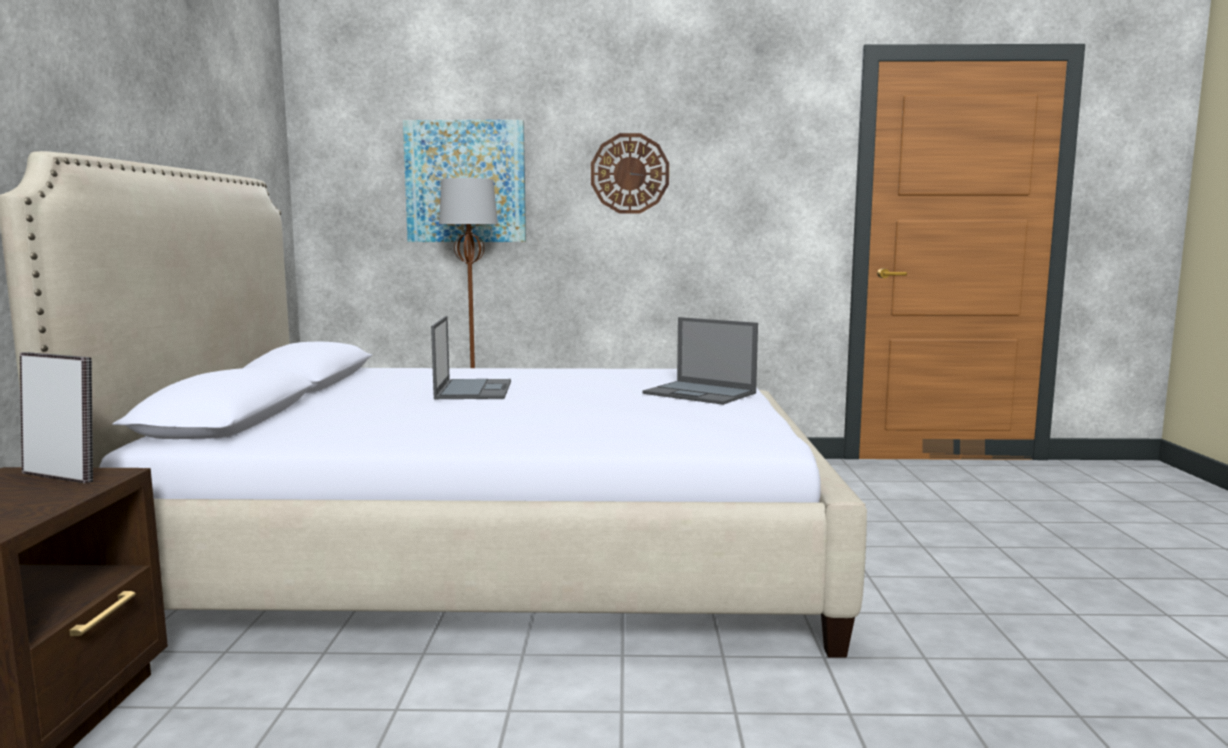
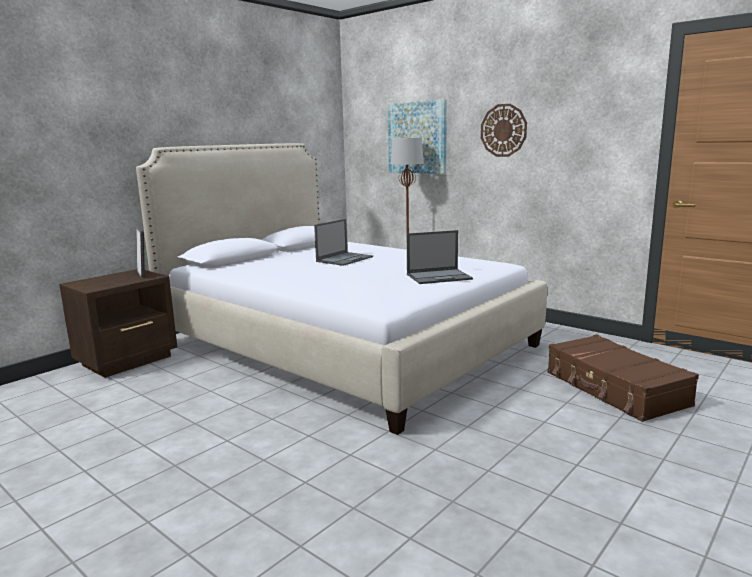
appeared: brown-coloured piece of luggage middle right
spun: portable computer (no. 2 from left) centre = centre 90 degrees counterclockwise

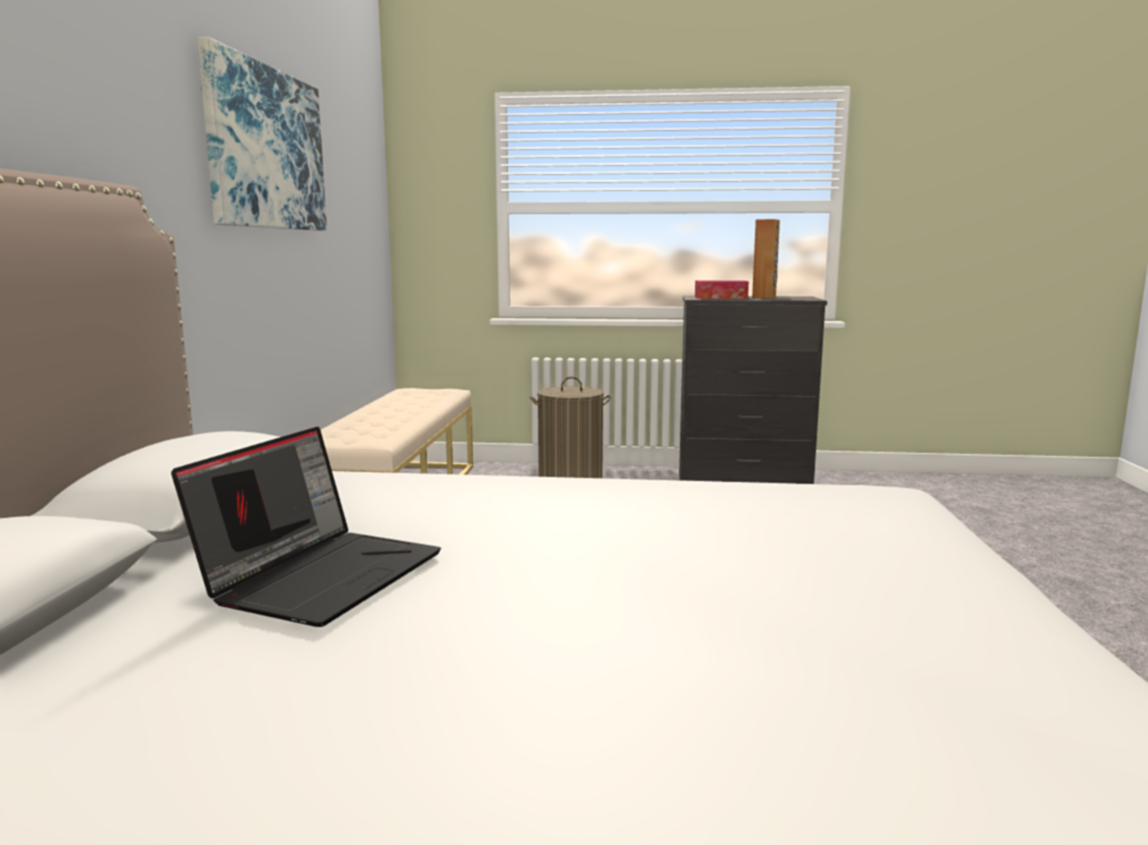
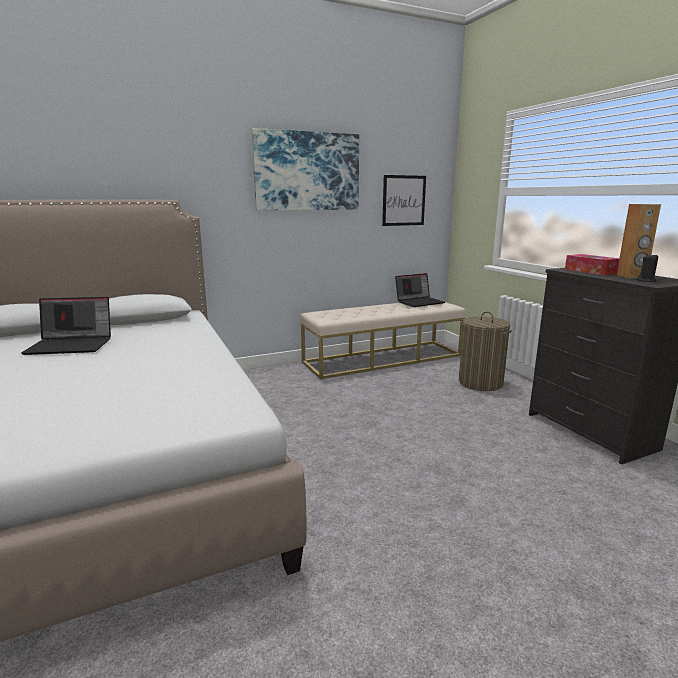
appeared: picture (no. 2 from left) top centre; blackish candle middle right; portable computer (no. 2 from left) centre

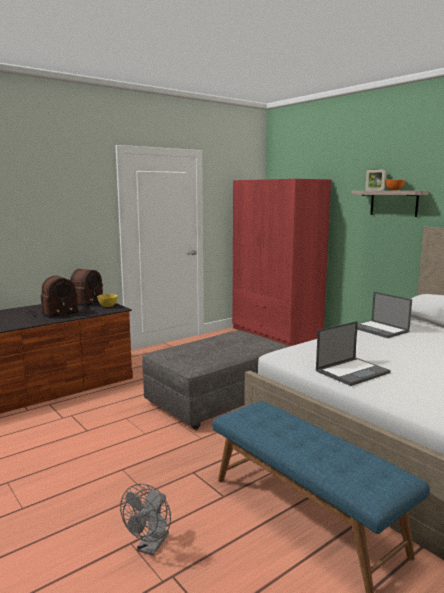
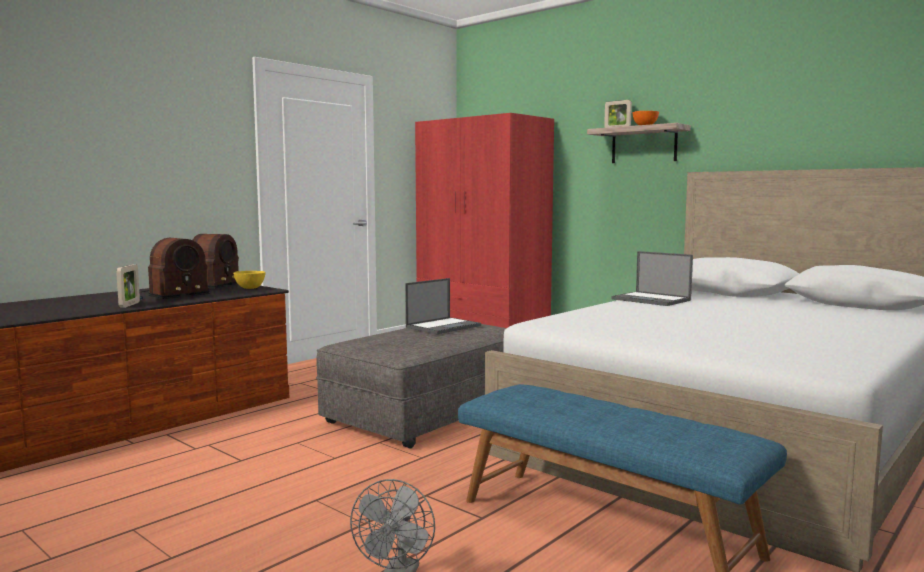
appeared: standing frame (no. 1 from left) middle left
relocated: portable computer (no. 1 from left) middle right to centre

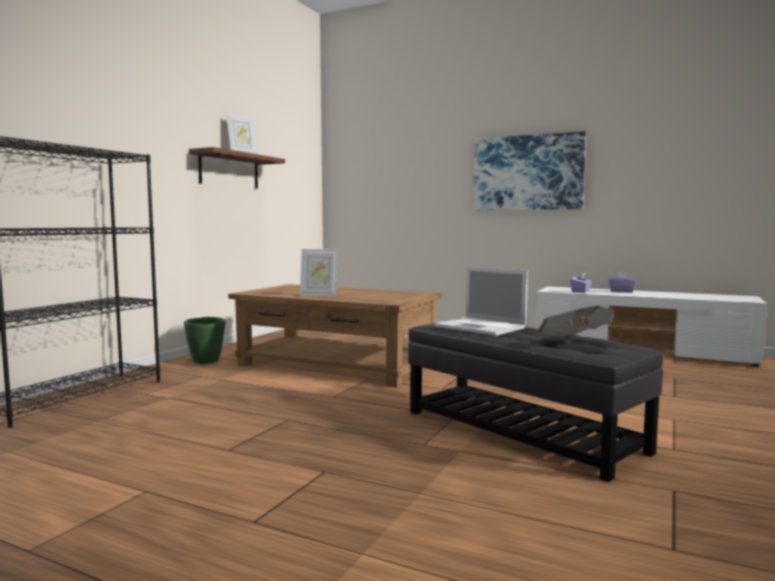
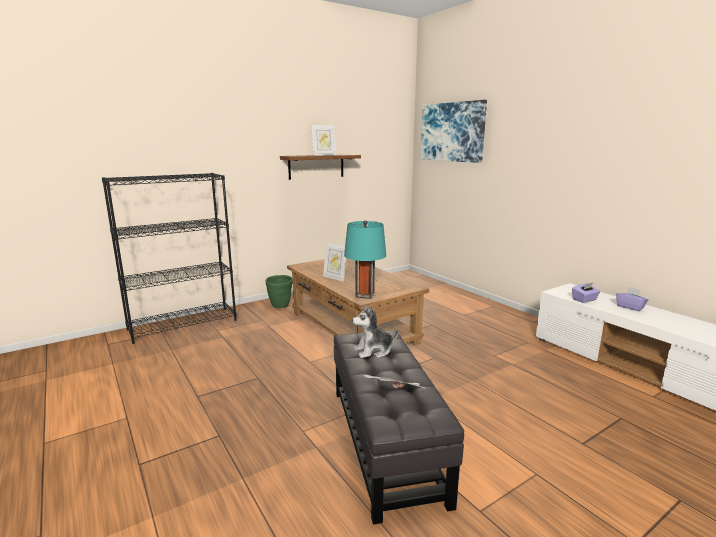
appeared: blue-green table lamp centre
relocated: picture top right to top centre
exchanged: portable computer centre to cuddly toy centre

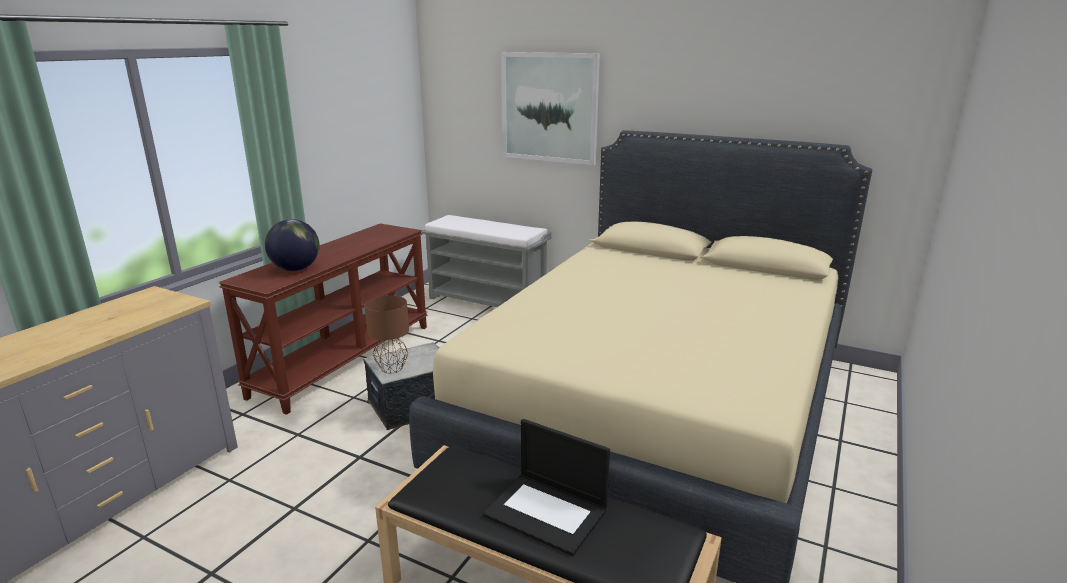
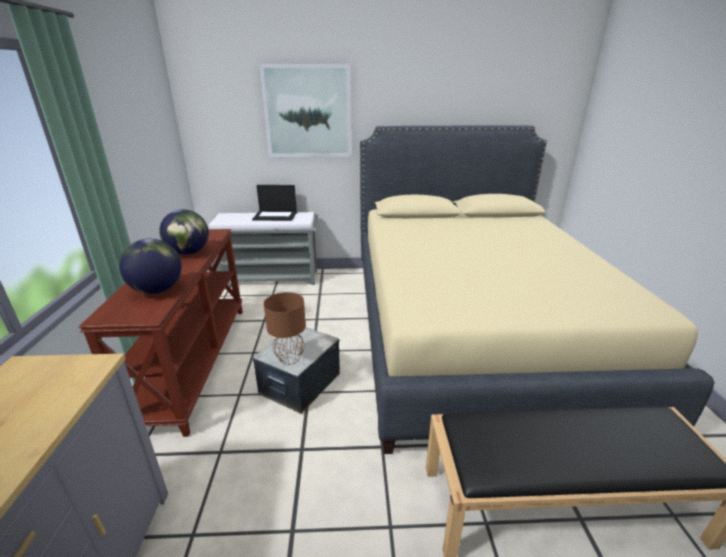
appeared: desk globe (no. 2 from left) middle left
relocated: portable computer bottom centre to centre

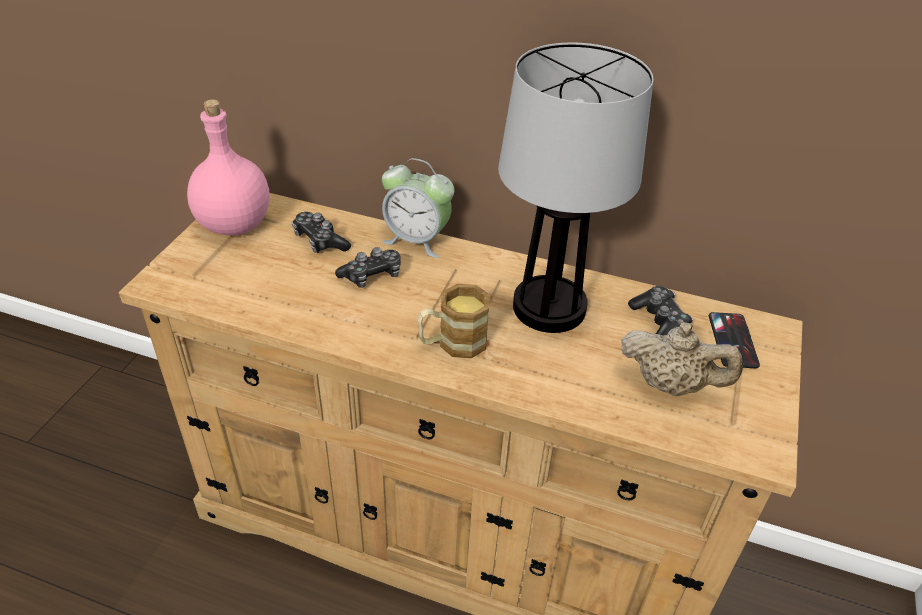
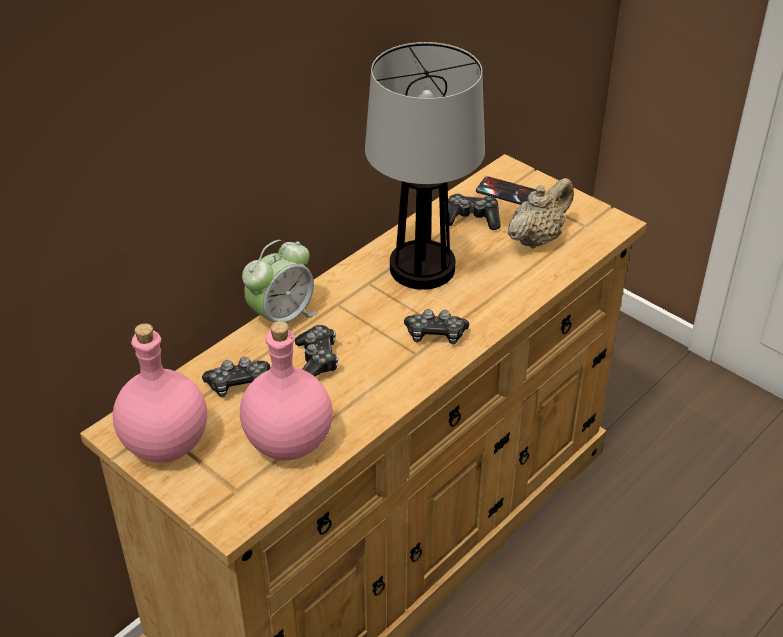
appeared: pink-coloured bottle (no. 2 from left) centre
exchanged: coffee mug centre to gamepad (no. 3 from left) centre

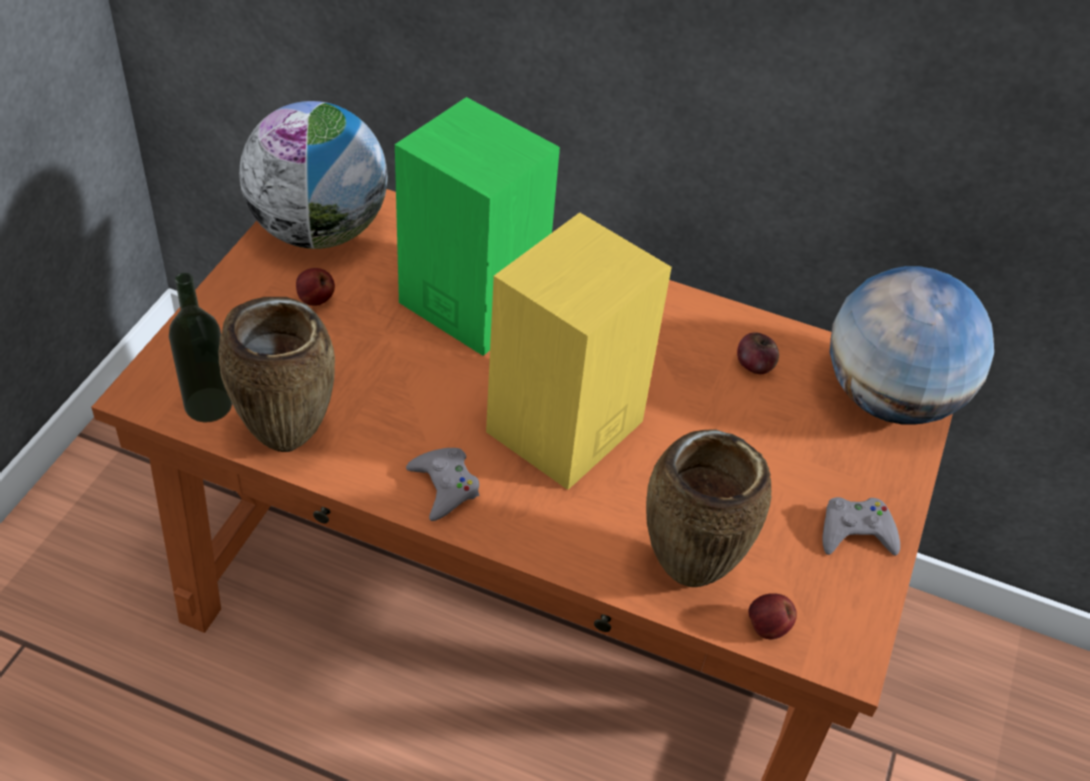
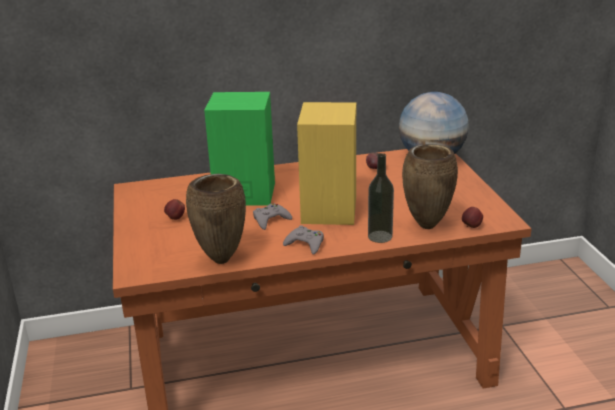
missing: desk globe (no. 1 from left) top left
relocated: bottle middle left to centre; gray gamepad (no. 2 from left in the first image) bottom right to gray gamepad (no. 1 from left) centre

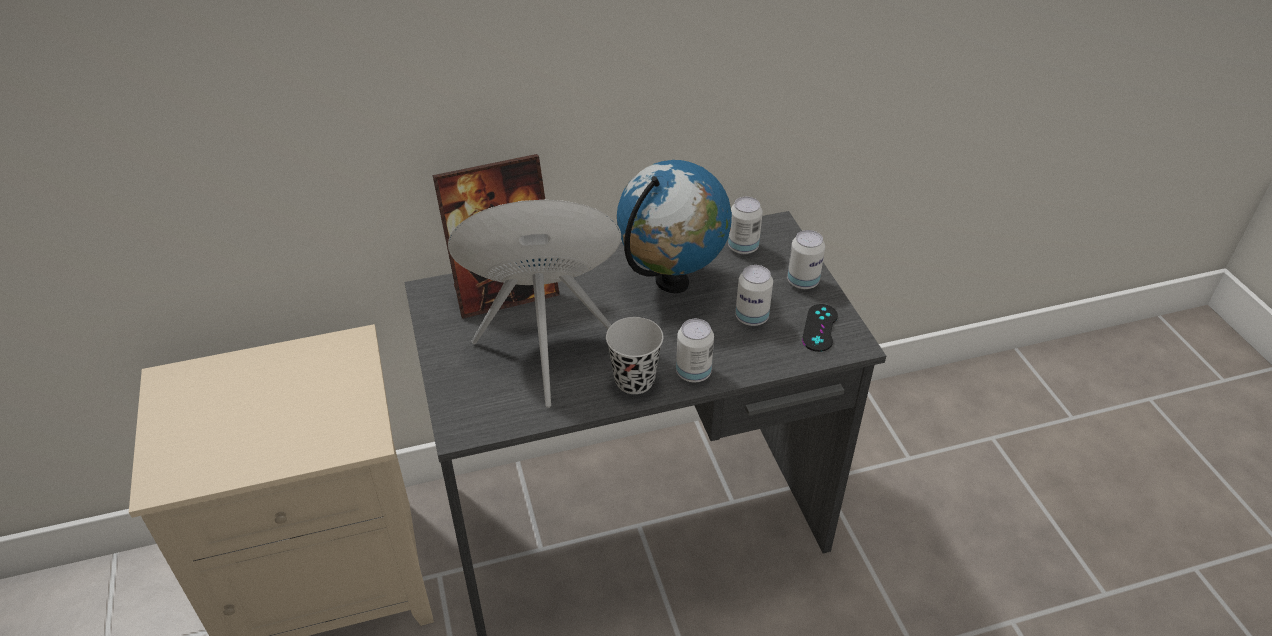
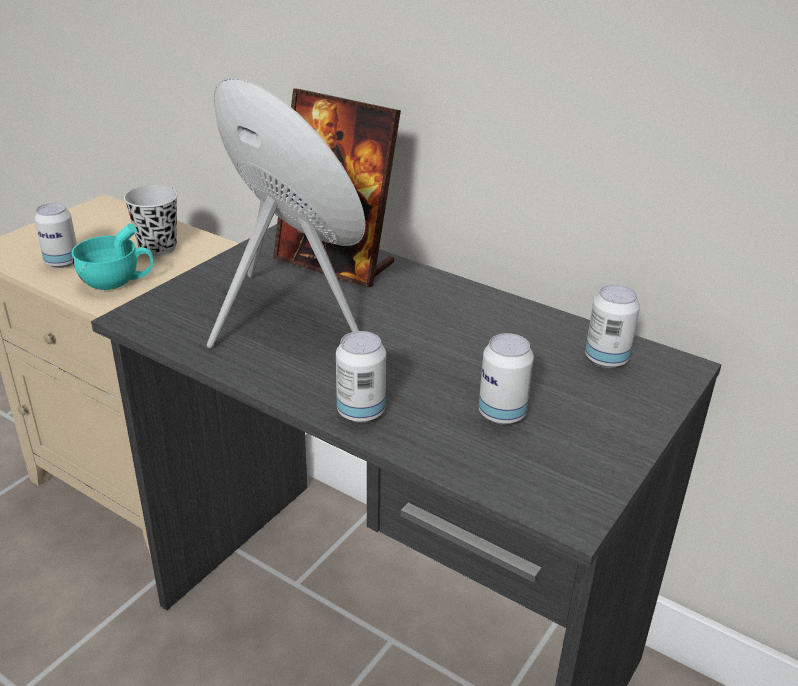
missing: desk globe centre; blackish gamepad centre
appeared: blue-green drinking cup middle left
relocated: sealed can (no. 4 from left in the first image) centre to sealed can (no. 1 from left) middle left; blackish drinking cup centre to top left

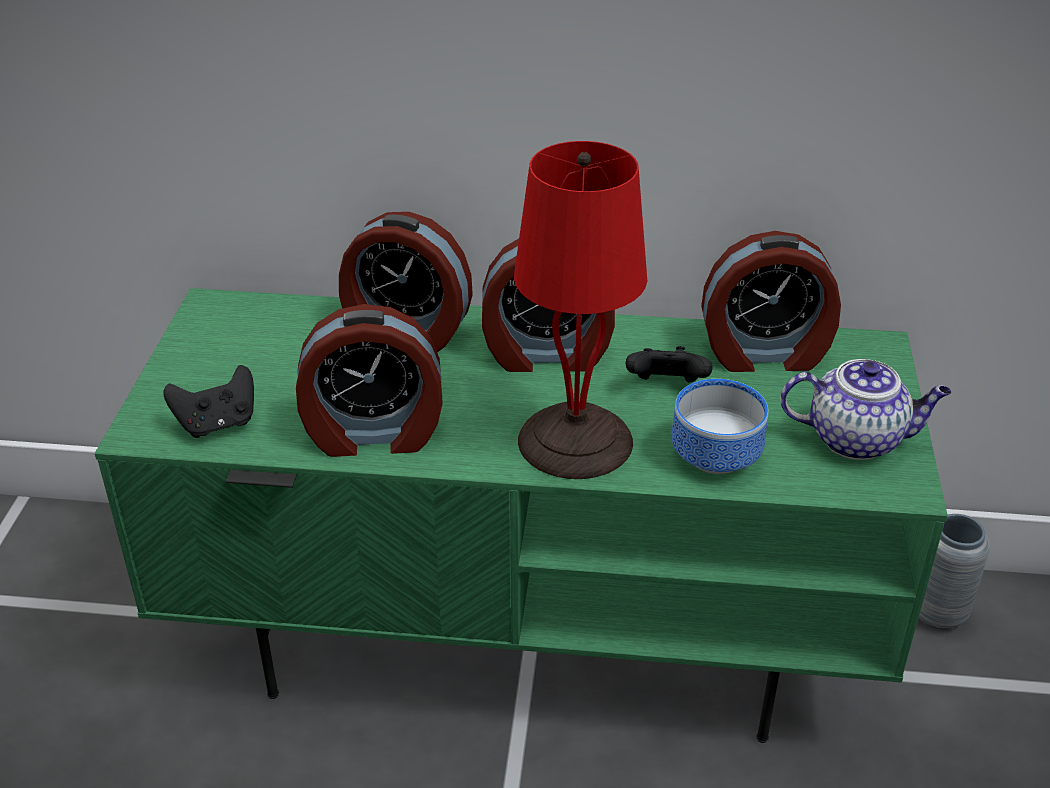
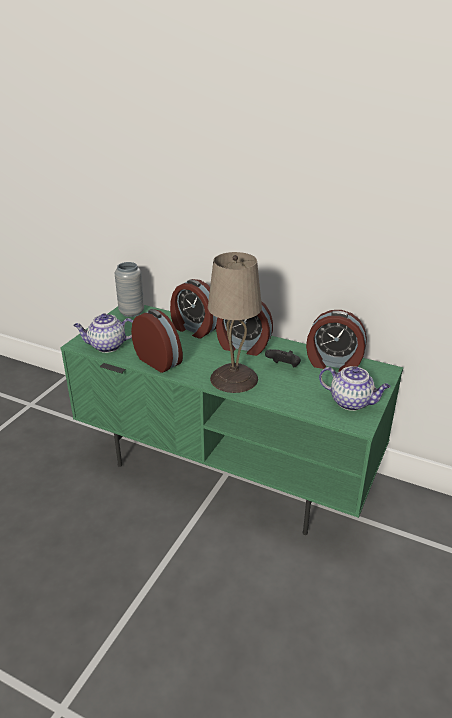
missing: deep dish middle right
relocated: gray flower vase bottom right to middle left
exchanged: blackish gamepad (no. 1 from left) middle left to tea pot (no. 1 from left) middle left
colour: red-coloured table lamp centre to beige-coloured table lamp centre
spun: table clock (no. 1 from left) centre = centre 150 degrees counterclockwise

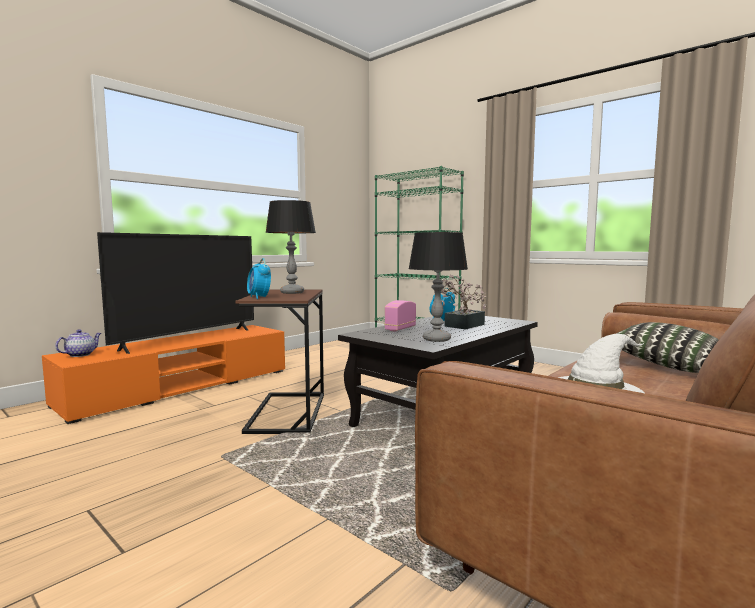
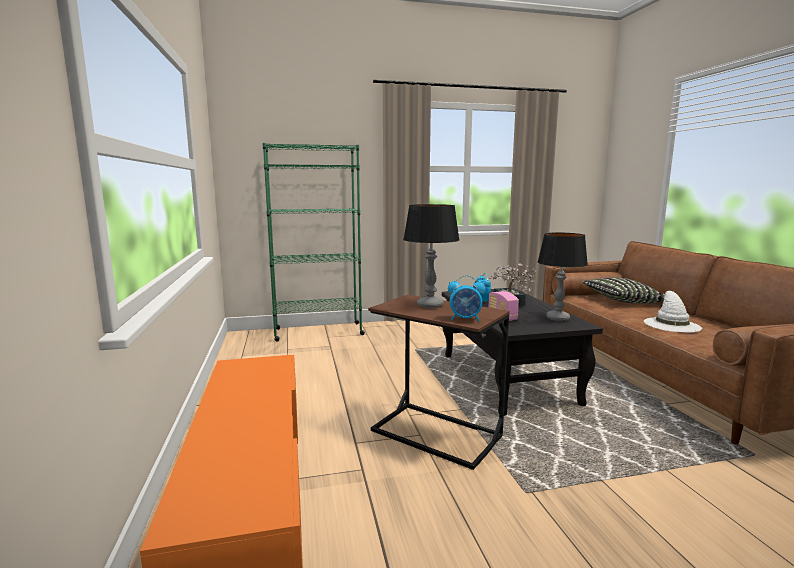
missing: TV middle left; tea pot middle left

